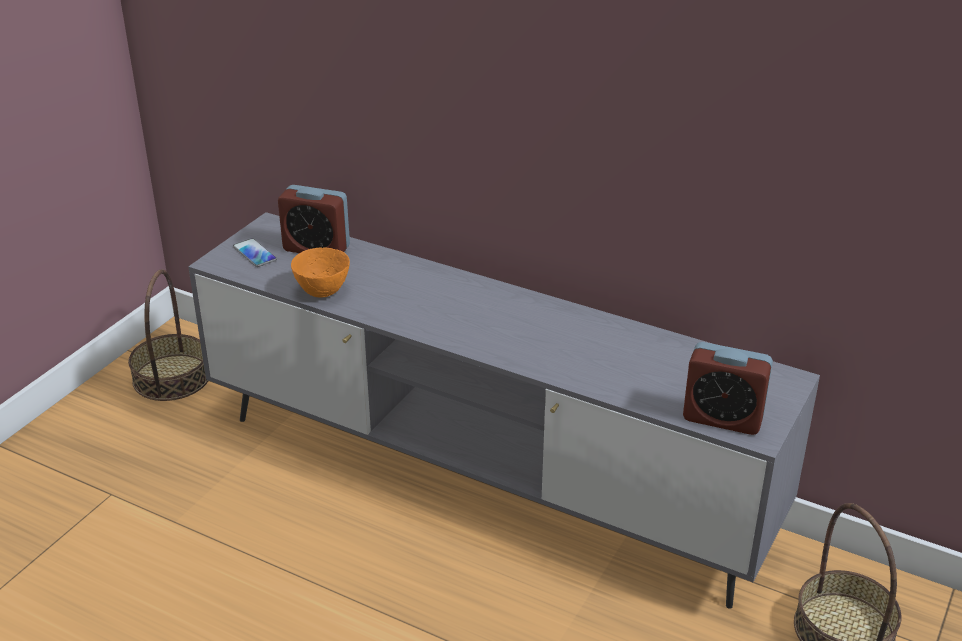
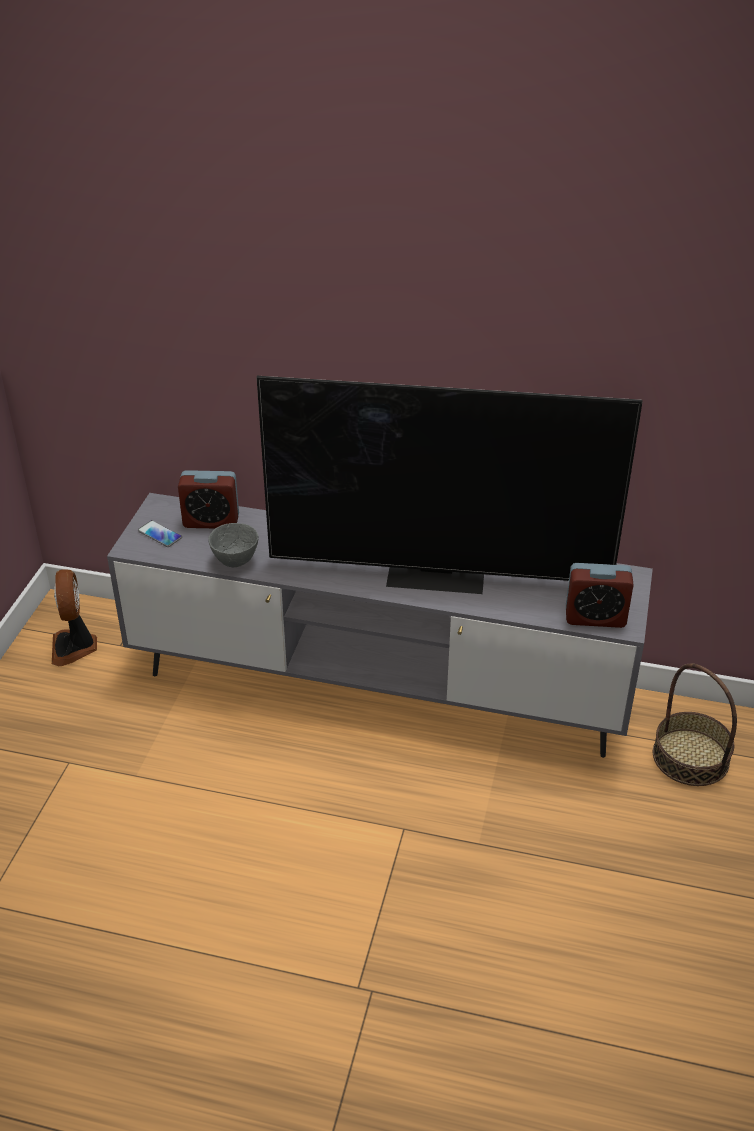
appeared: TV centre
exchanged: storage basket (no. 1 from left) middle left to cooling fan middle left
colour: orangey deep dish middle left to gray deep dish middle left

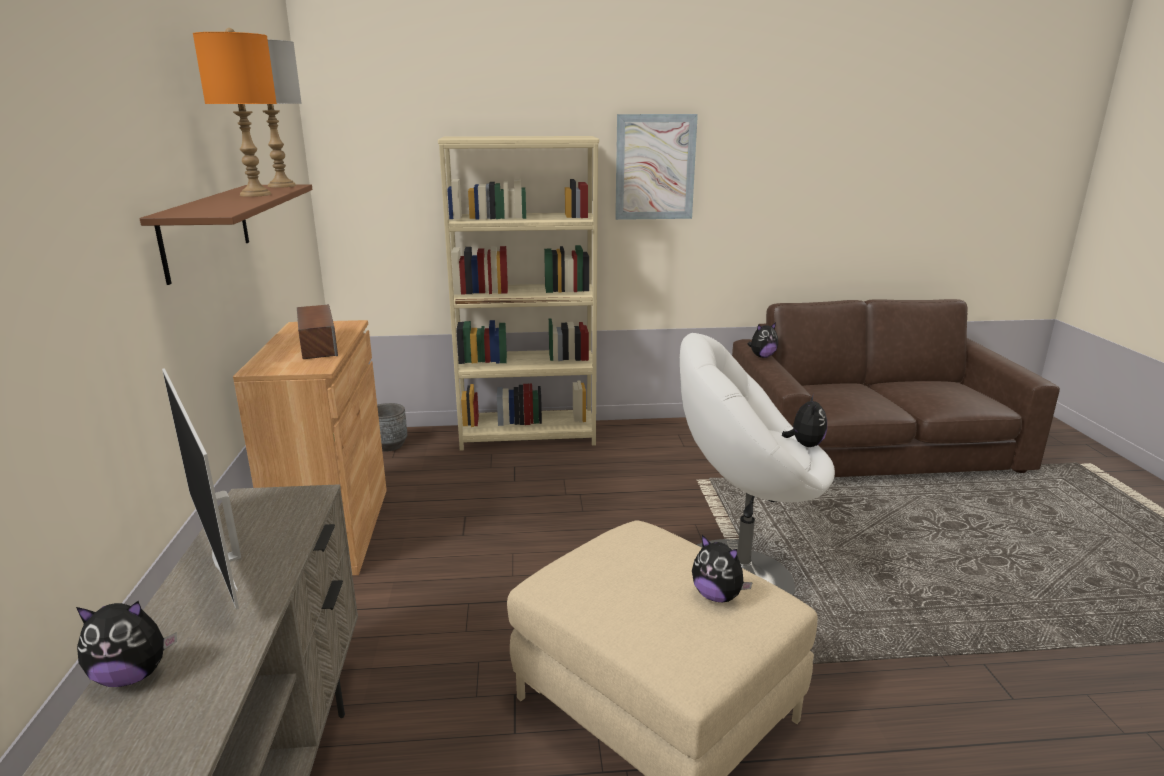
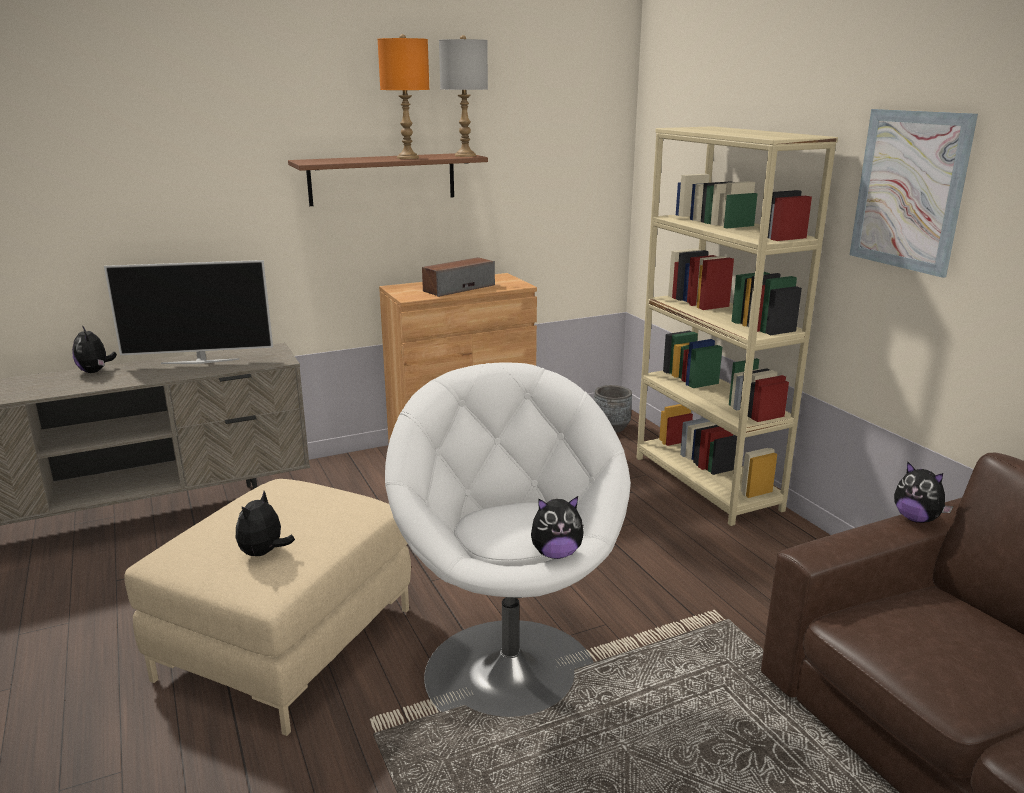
spun: TV middle left = middle left 135 degrees counterclockwise

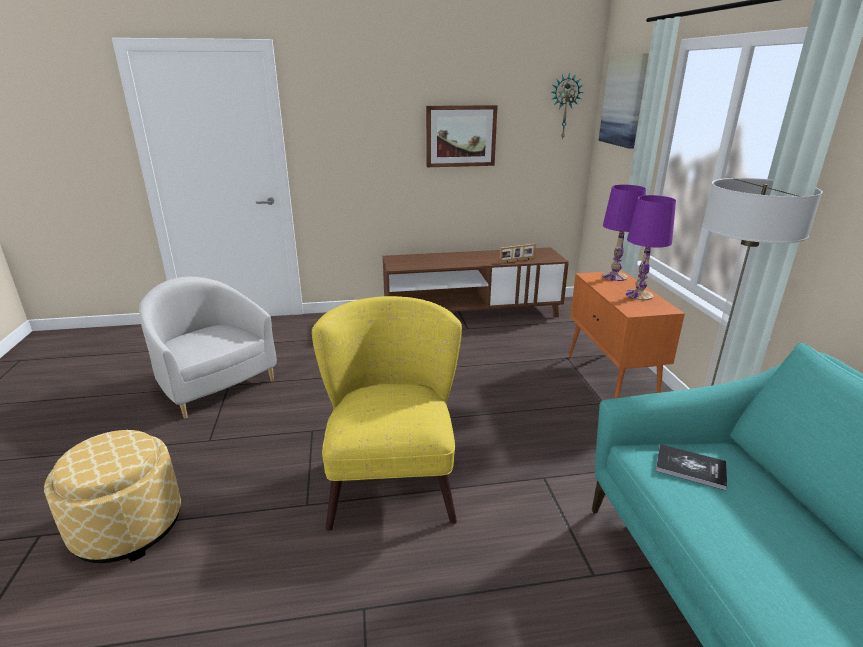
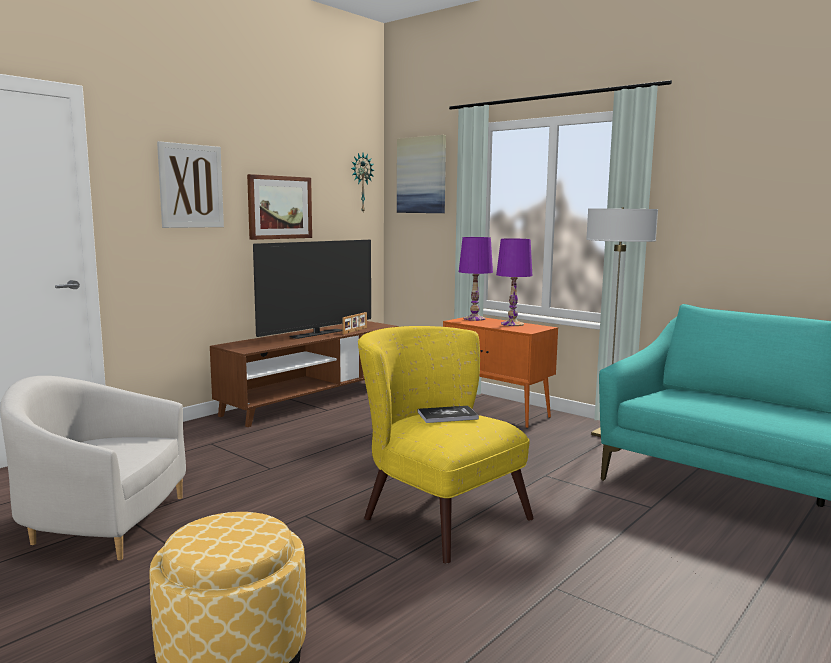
appeared: picture (no. 1 from left) top left; TV centre
relocated: bound book bottom right to centre

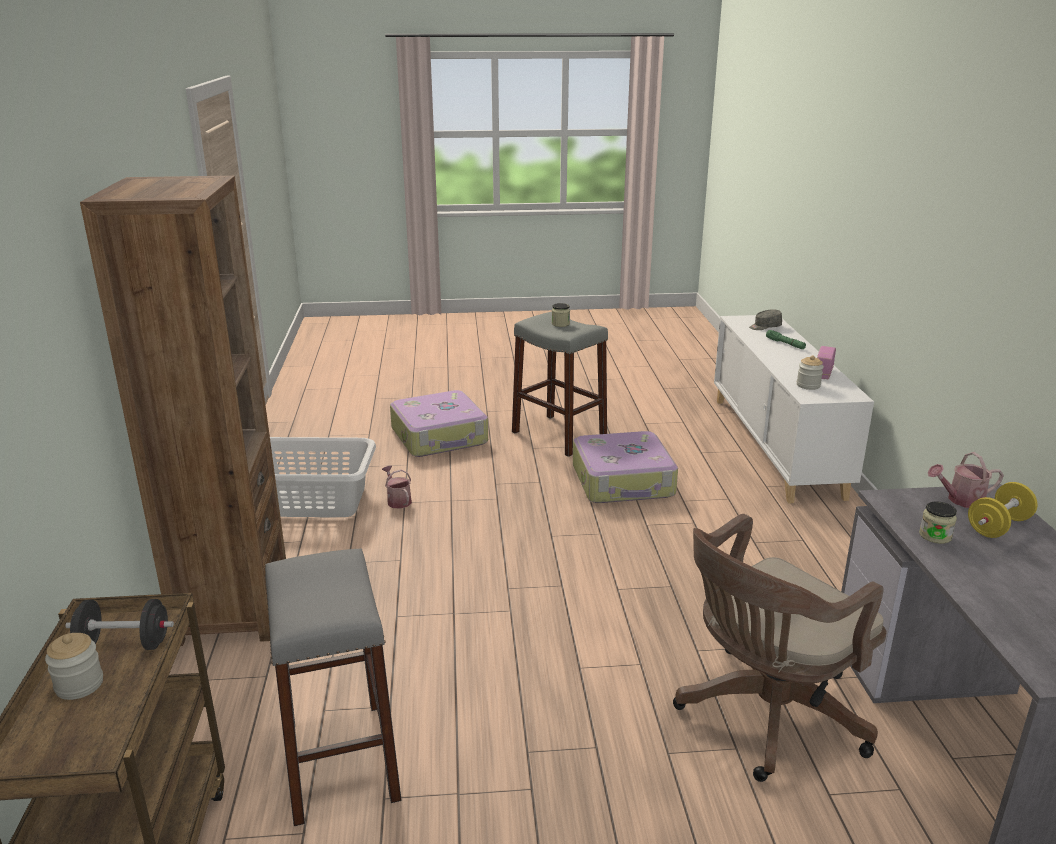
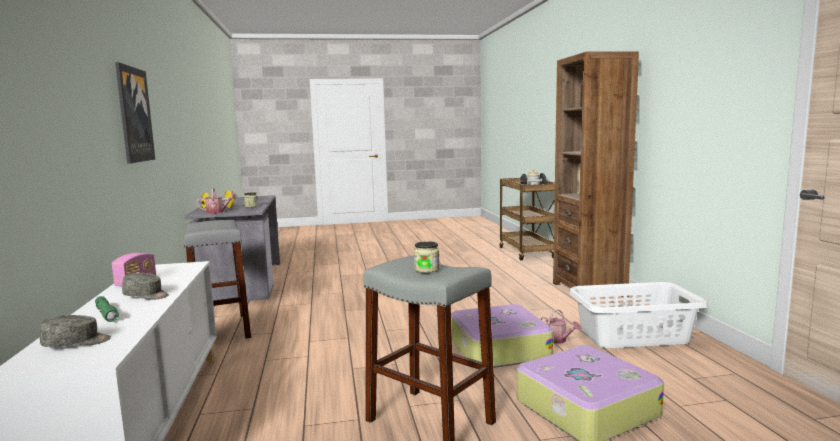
missing: preserve jar (no. 3 from left) middle right; brown-coloured desk chair bottom right
appeared: picture top left; gray baseball cap (no. 2 from left) middle left
relocated: piece of luggage (no. 2 from left in the first image) centre to piece of luggage (no. 1 from left) bottom centre; gray stool (no. 1 from left) bottom left to middle left

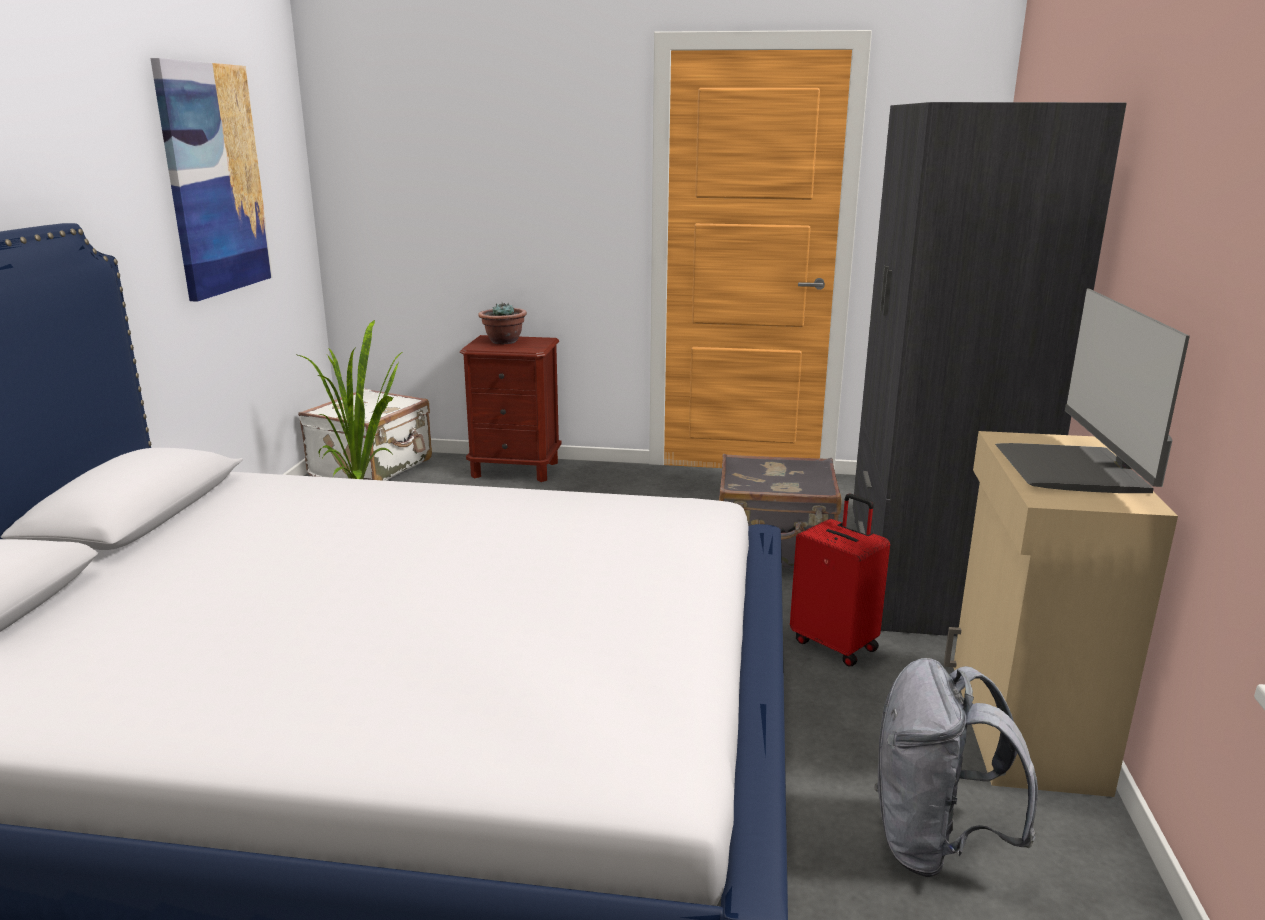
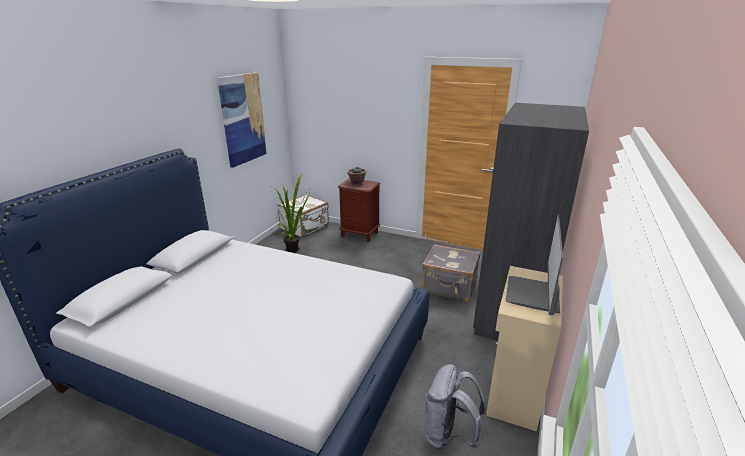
missing: red-coloured piece of luggage centre

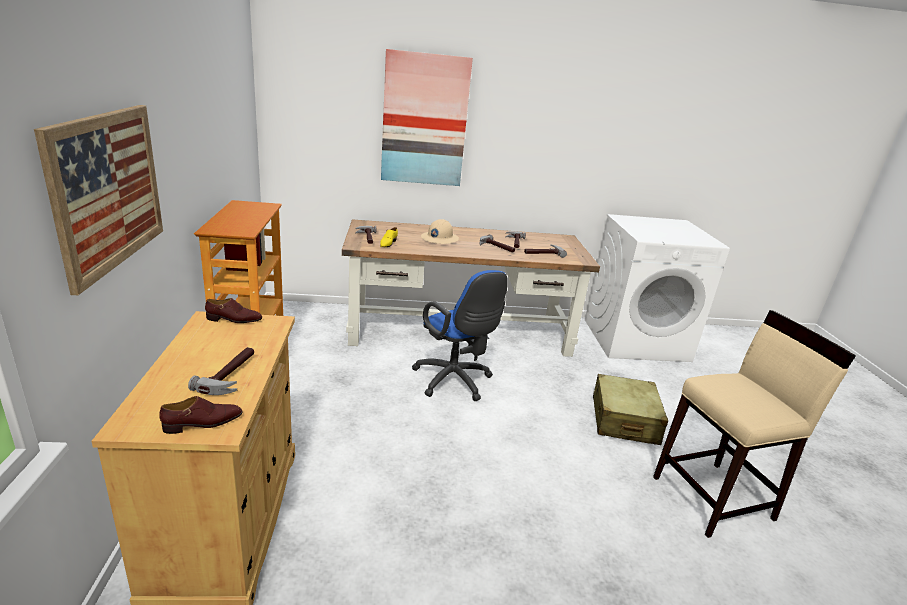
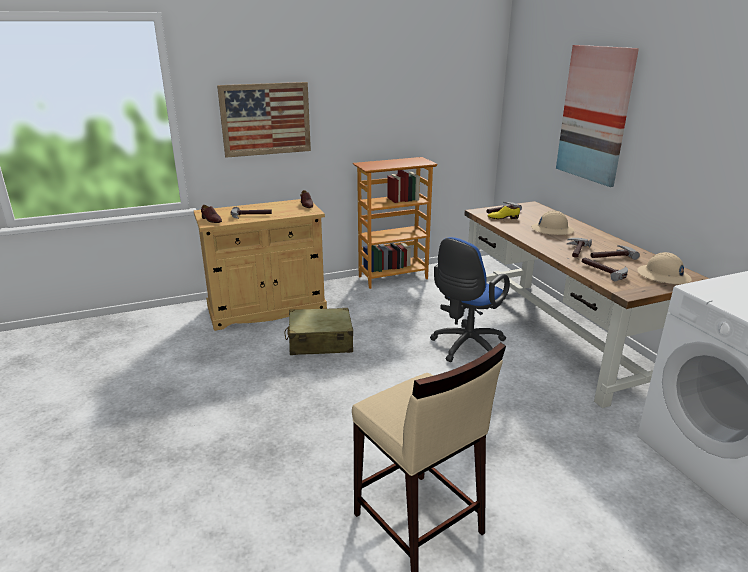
appeared: beige-coloured work helmet (no. 2 from left) middle right
relocated: beige-coloured piece of luggage bottom right to centre

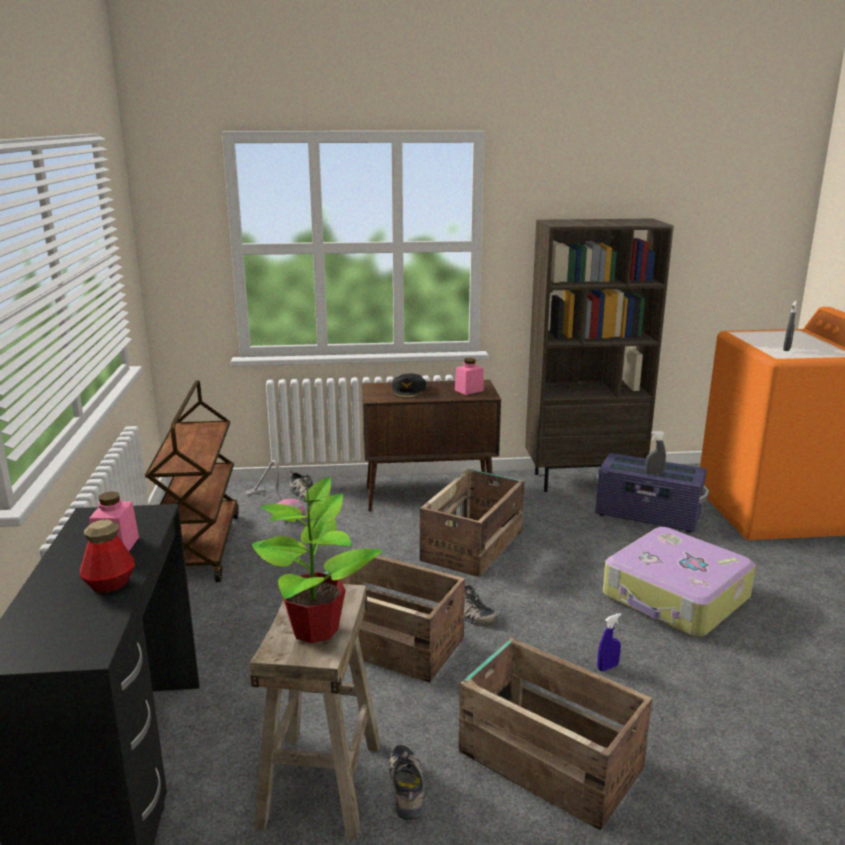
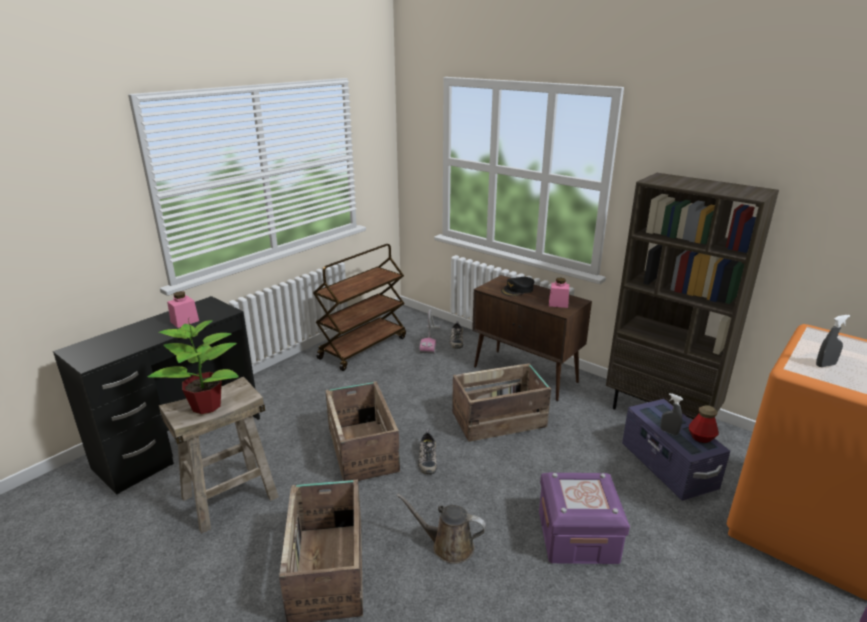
missing: shoe (no. 2 from left) bottom centre
relocated: bottle middle left to bottom right
exchanged: piece of luggage bottom right to purplish storage box (no. 1 from left) bottom right; blue-coloured spray bottle bottom right to brown-coloured watering pot bottom centre

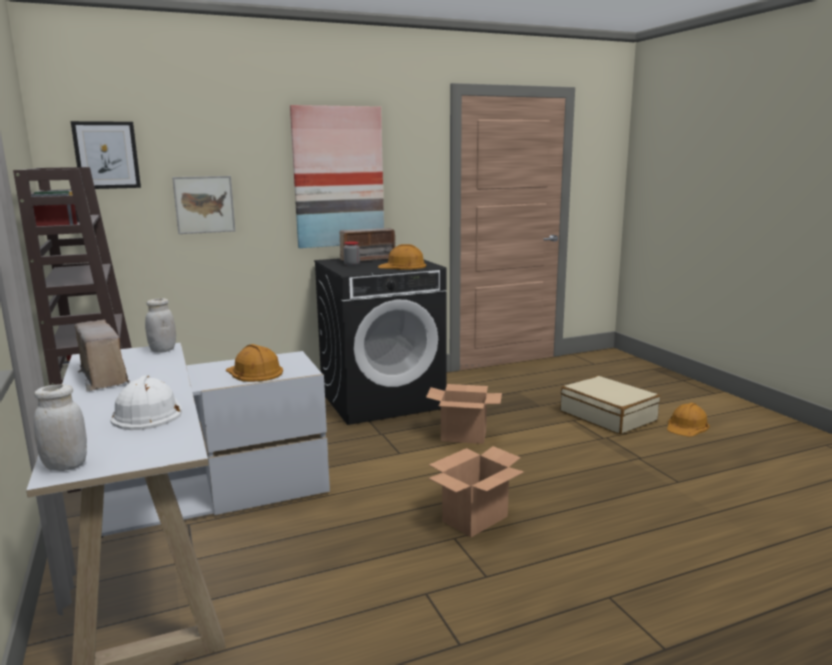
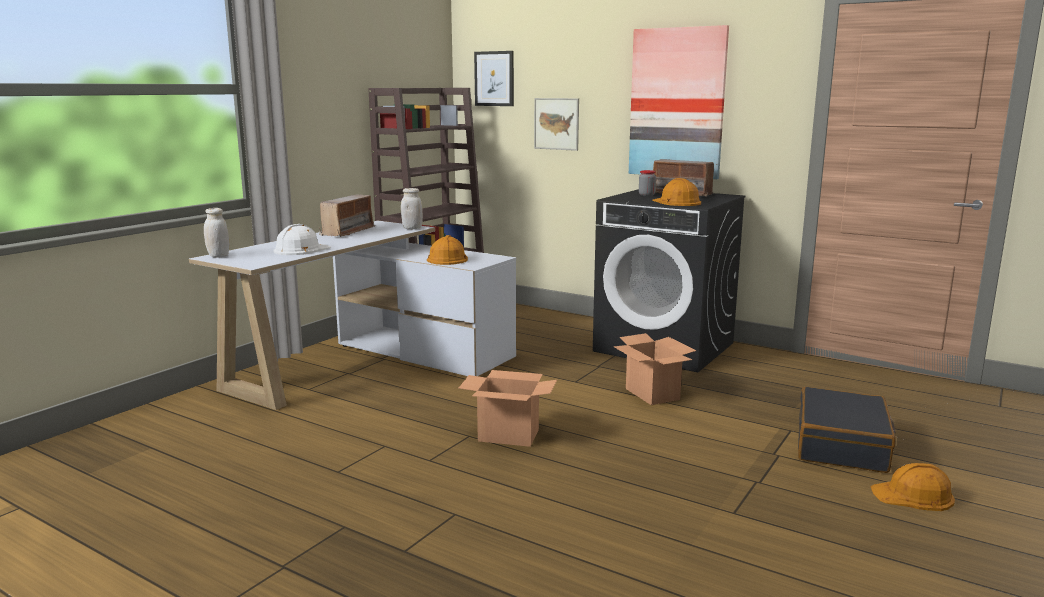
colour: beige-coloured piece of luggage middle right to blackish piece of luggage bottom right

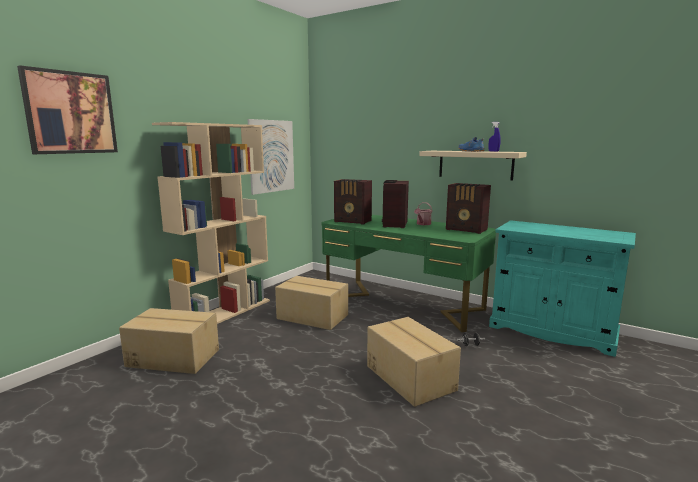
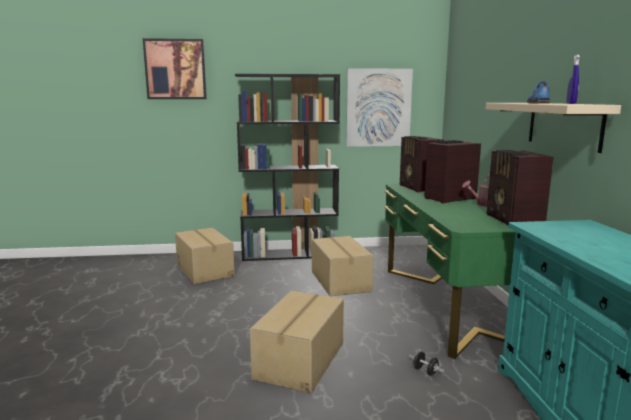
colour: beige-coloured bookshelf middle left to blackish bookshelf centre

